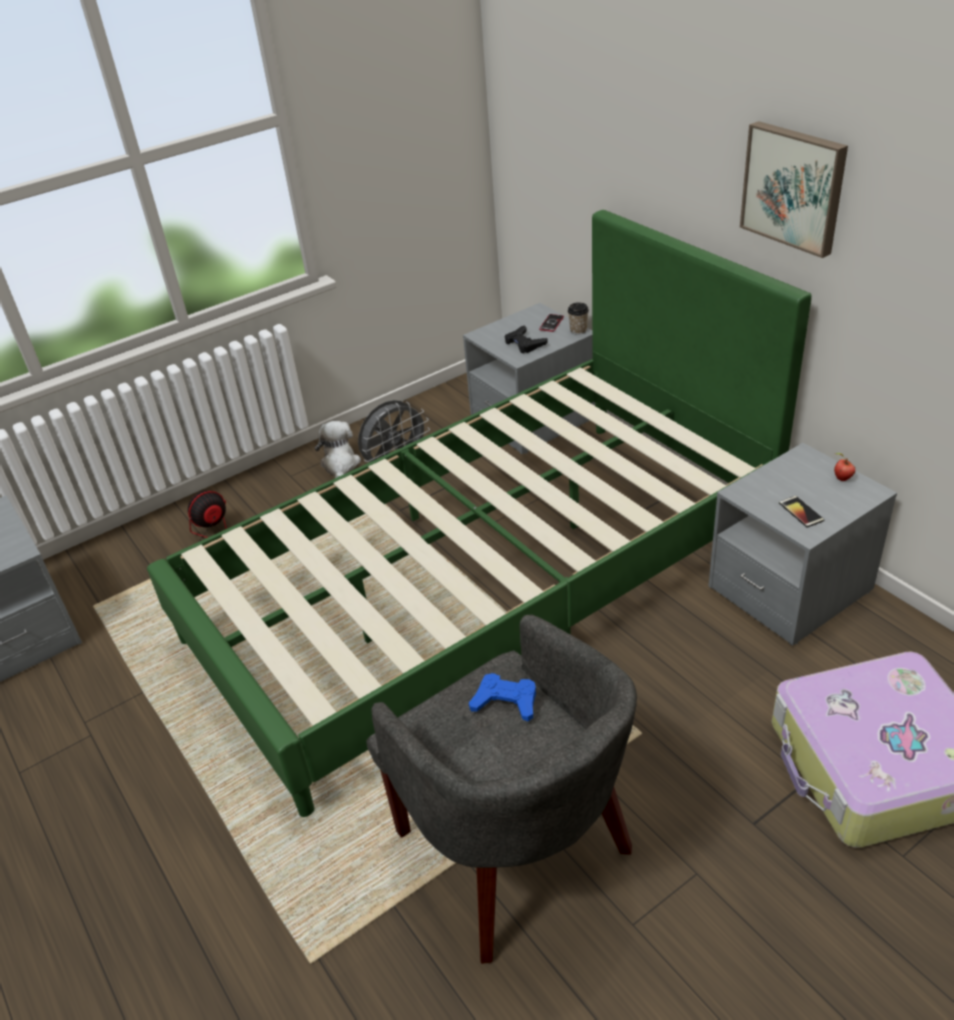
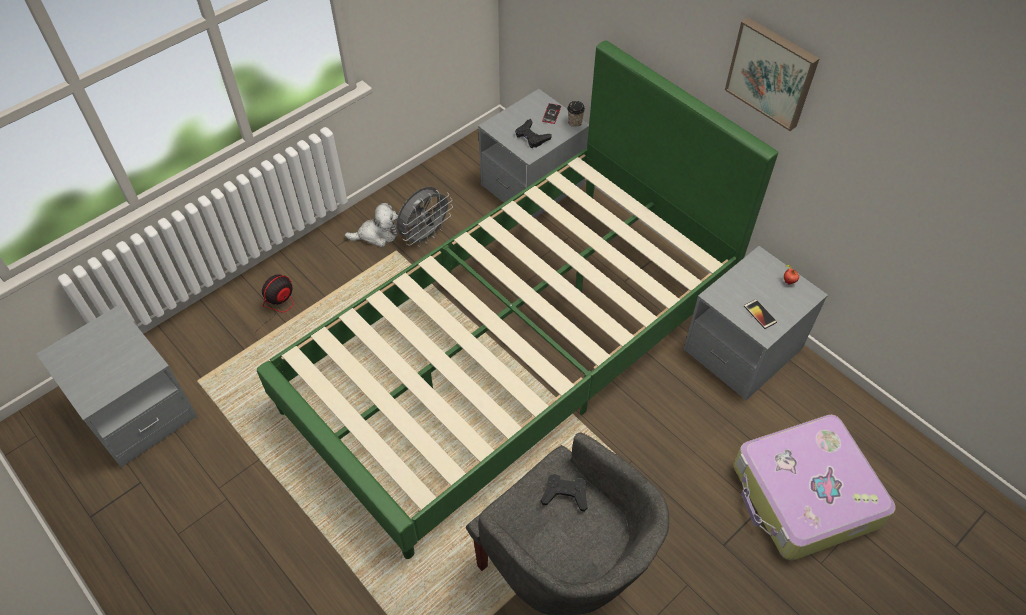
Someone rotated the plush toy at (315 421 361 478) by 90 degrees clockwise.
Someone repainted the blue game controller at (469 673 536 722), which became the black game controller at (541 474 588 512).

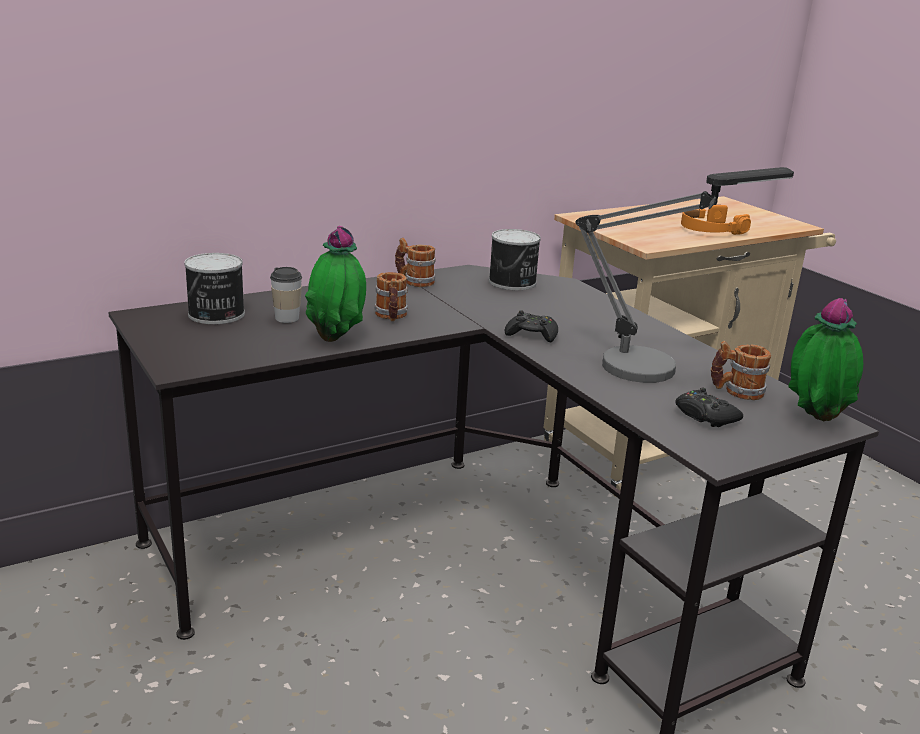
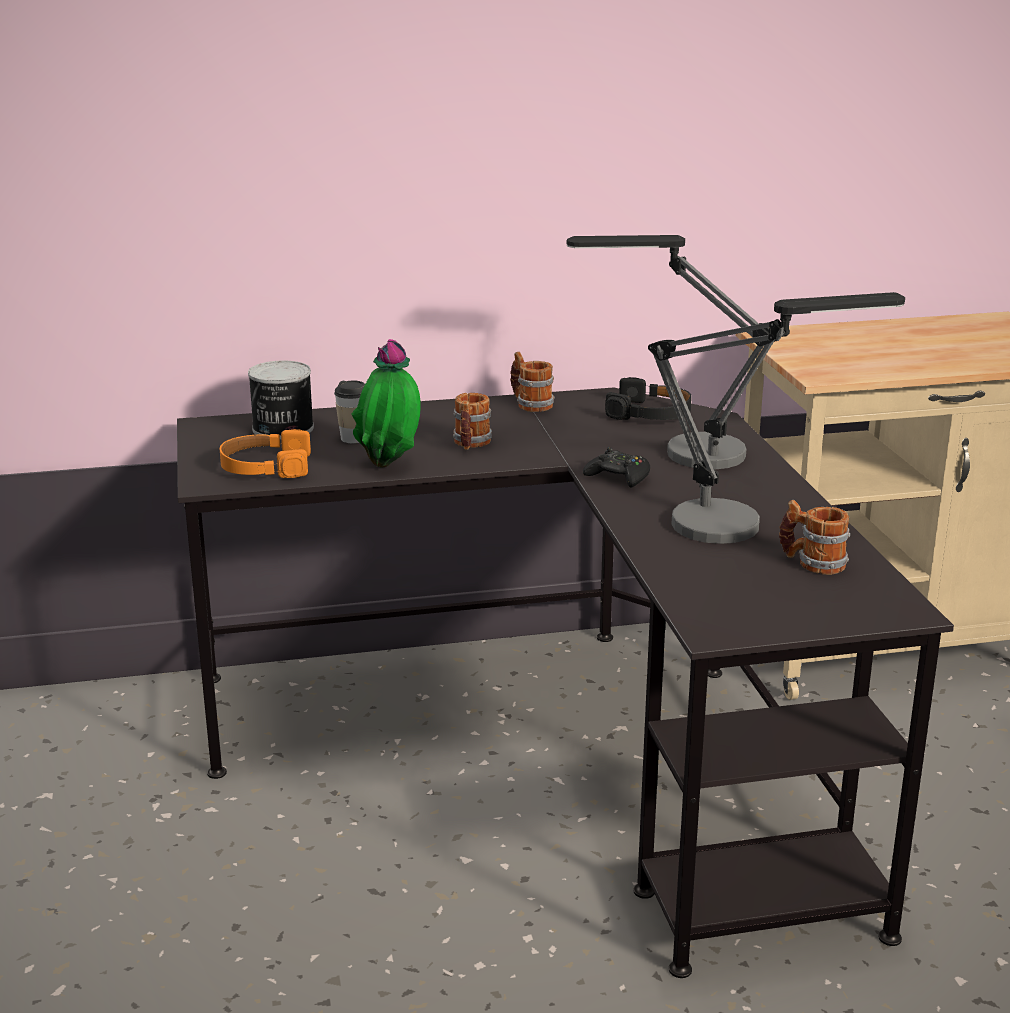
Someone carried the orange headphones from (681 205 751 235) to (220 429 311 478).
Someone swapped the can at (489 229 541 290) for the black headphones at (605 377 692 420).
Someone took away the potted plant at (789 298 863 421).
Someone took away the black game controller at (676 387 743 427).
Someone put down the table lamp at (567 235 776 469).

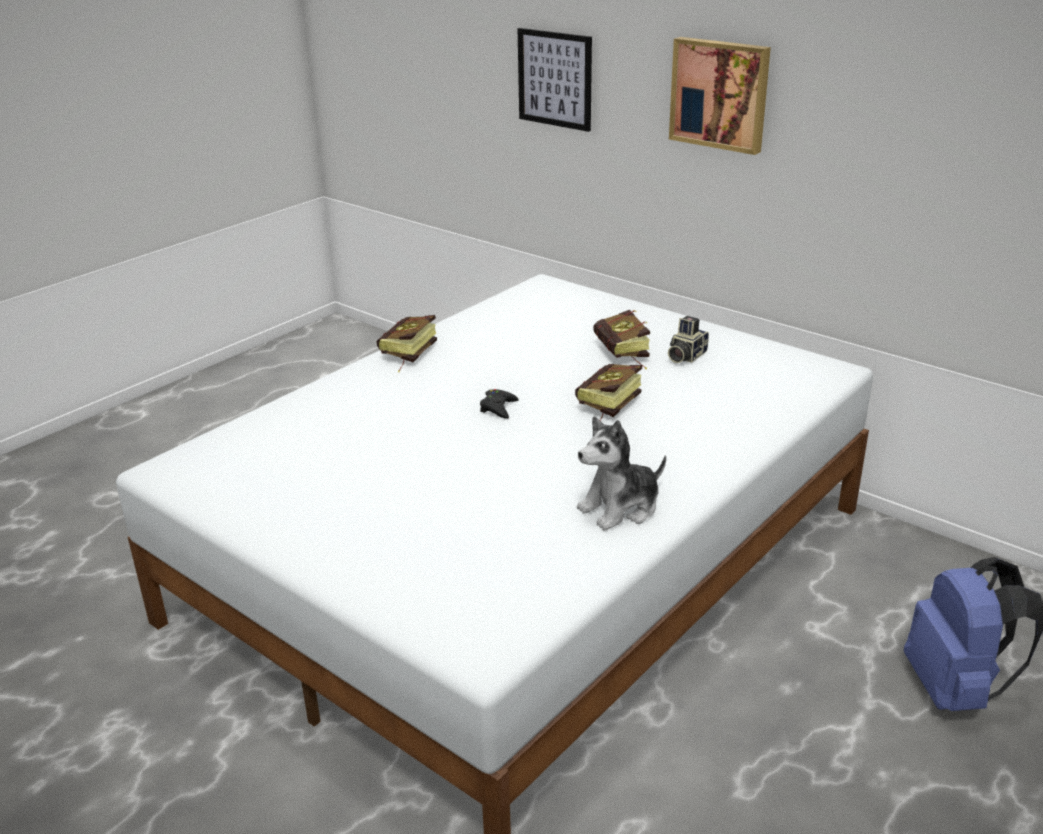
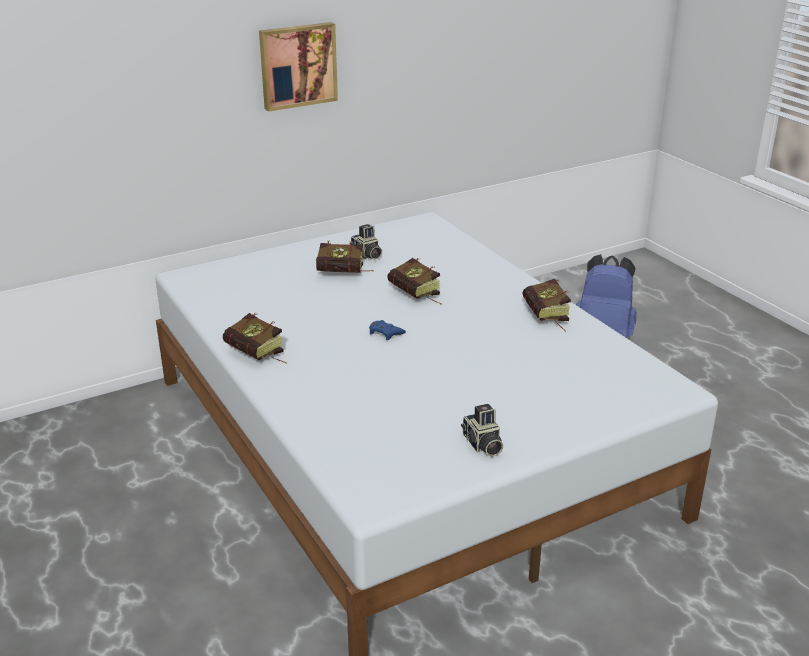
Someone took away the picture at (517 28 592 132).
Someone repainted the black game controller at (480 389 519 419), which became the blue game controller at (369 320 406 340).
Someone swapped the plush toy at (577 416 666 530) for the book at (523 279 571 332).
Someone put down the photo camera at (461 404 503 457).

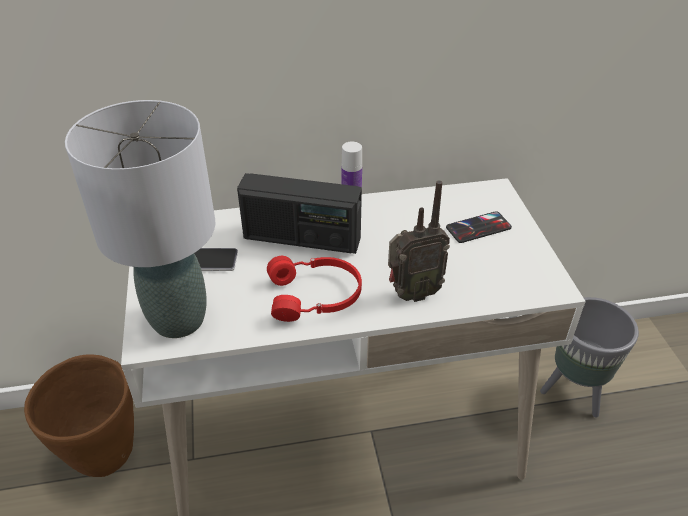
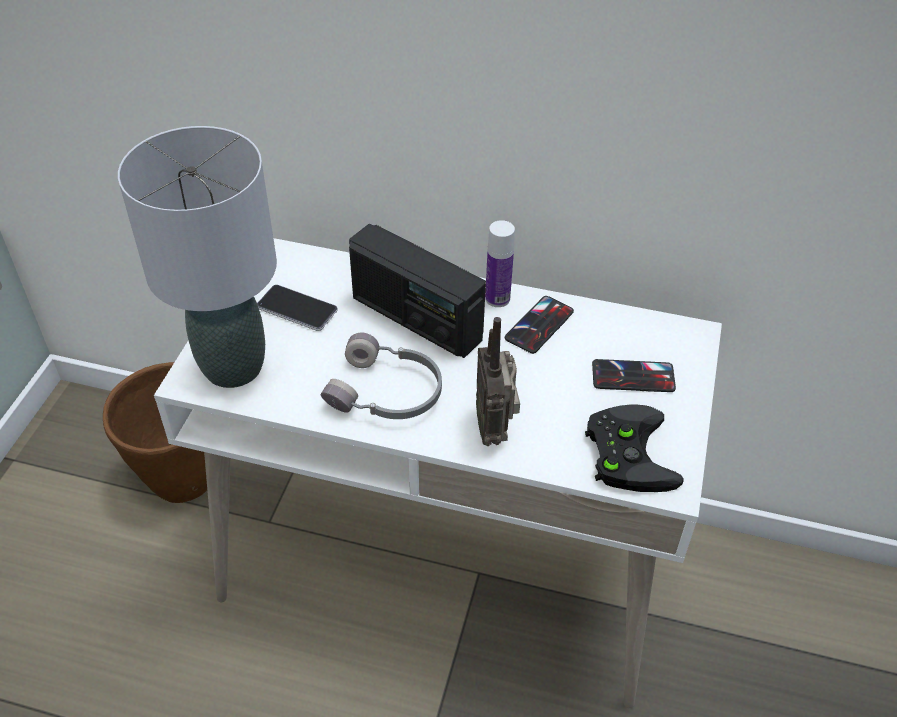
Someone rotated the radio at (388 181 450 302) by 75 degrees clockwise.
Someone repainted the red headphones at (267 256 362 322), which became the grey headphones at (321 333 442 419).
Someone took away the grey planter at (540 297 639 418).
Someone put down the phone at (505 296 574 354).
Someone put down the black game controller at (585 404 684 492).

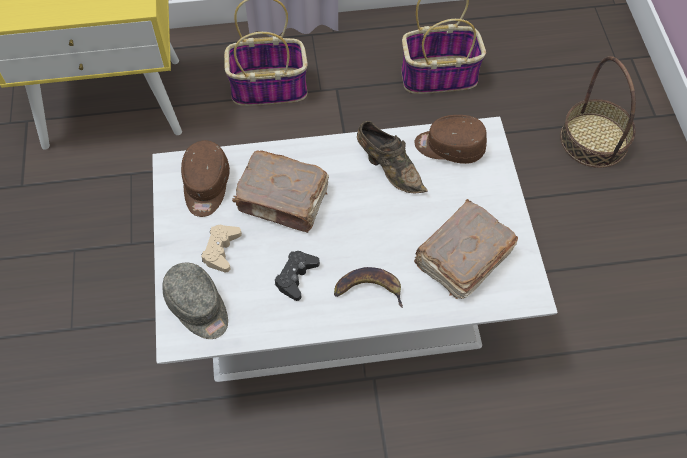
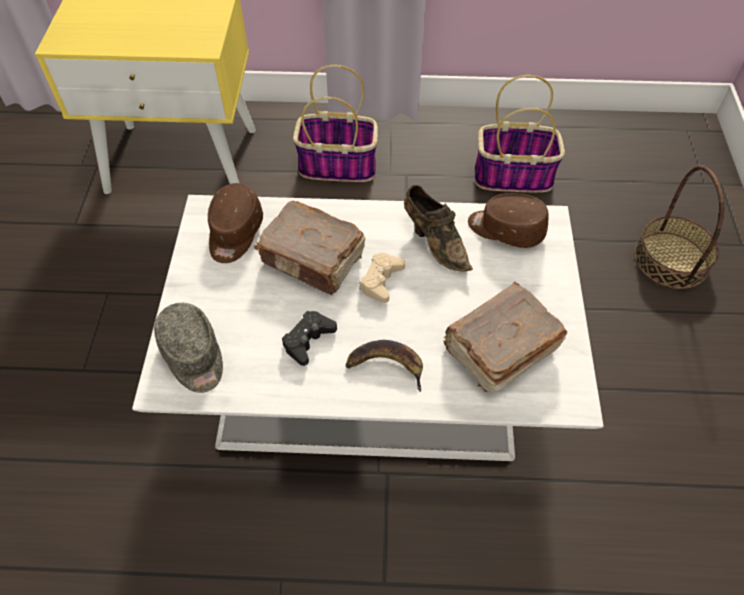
Someone carried the beige game controller from (201 225 242 272) to (359 253 405 303).

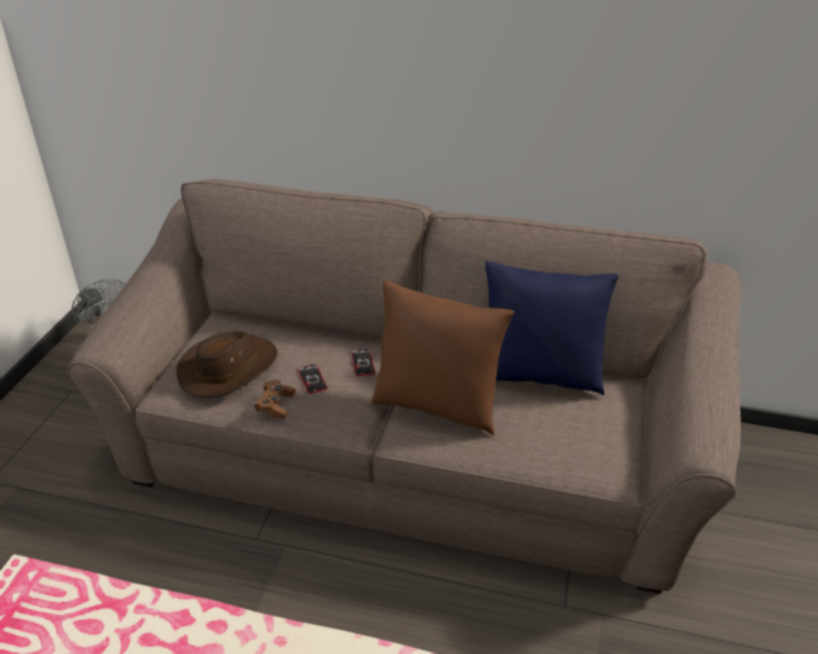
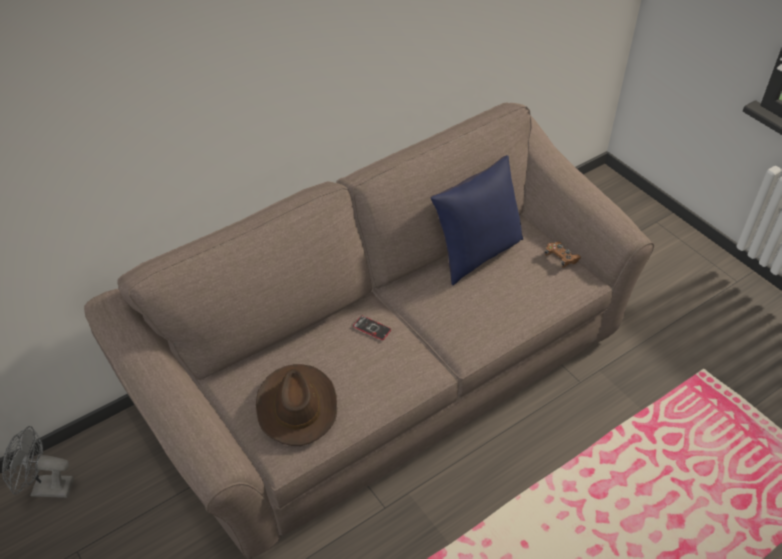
Someone took away the brown pillow at (371 280 514 436).
Someone took away the phone at (297 364 328 394).
Someone carried the brown game controller from (255 380 296 419) to (545 242 581 268).

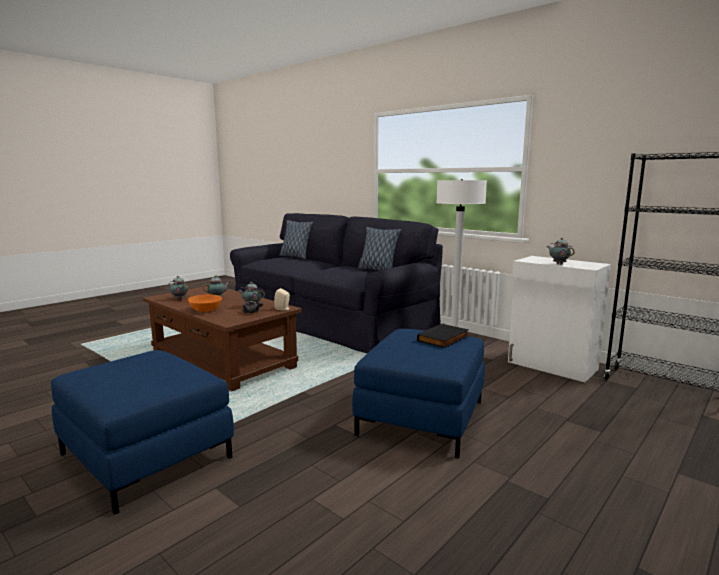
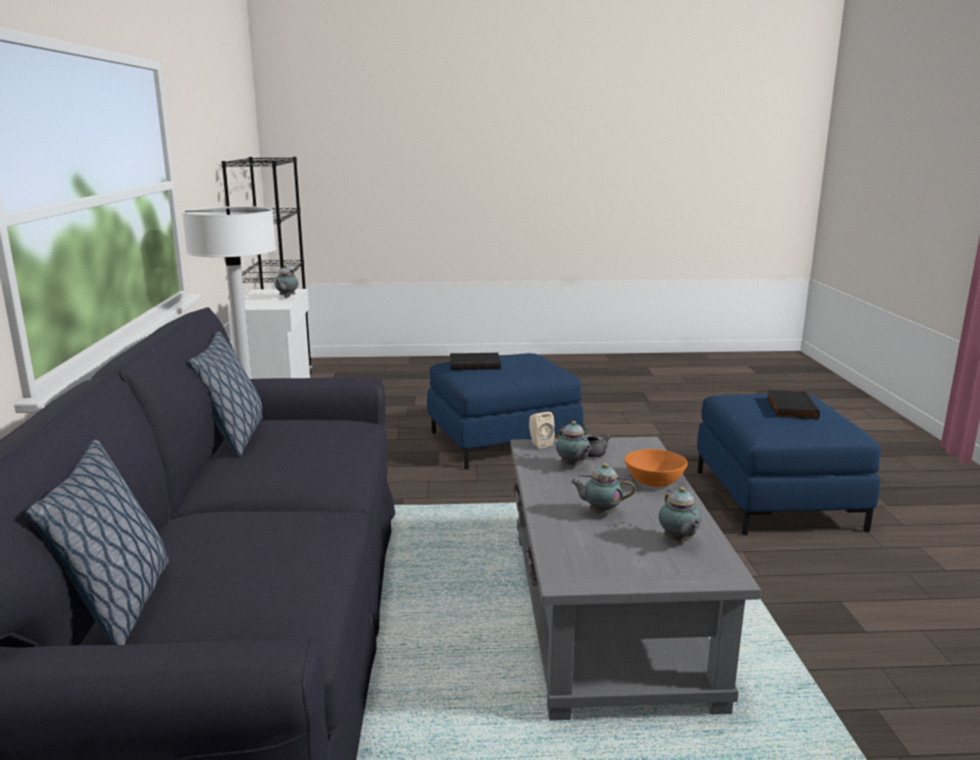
Someone repainted the brown coffee table at (143 286 302 391), which became the grey coffee table at (511 437 761 721).
Someone put down the black book at (766 390 820 420).

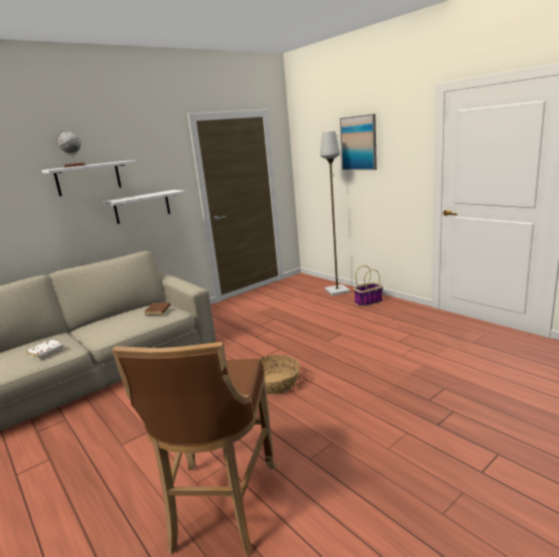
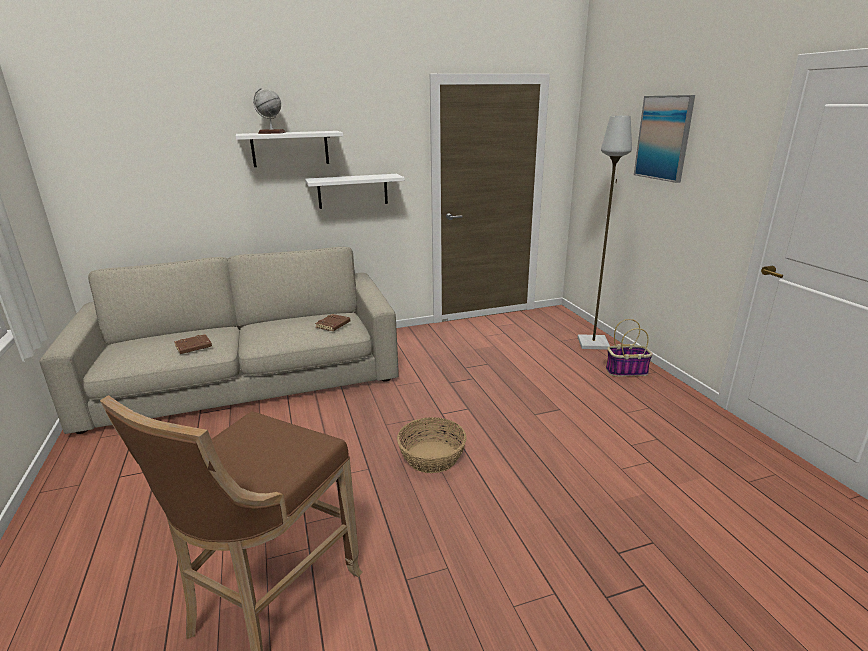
Someone repainted the white book at (26 339 64 358), which became the brown book at (174 334 212 354).

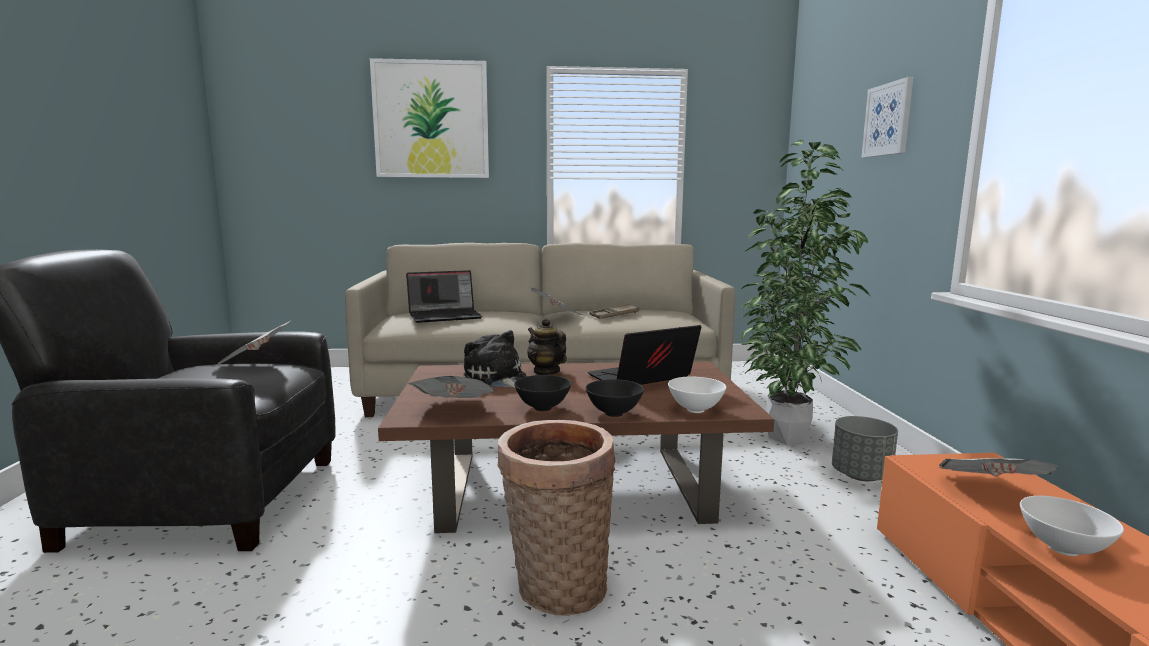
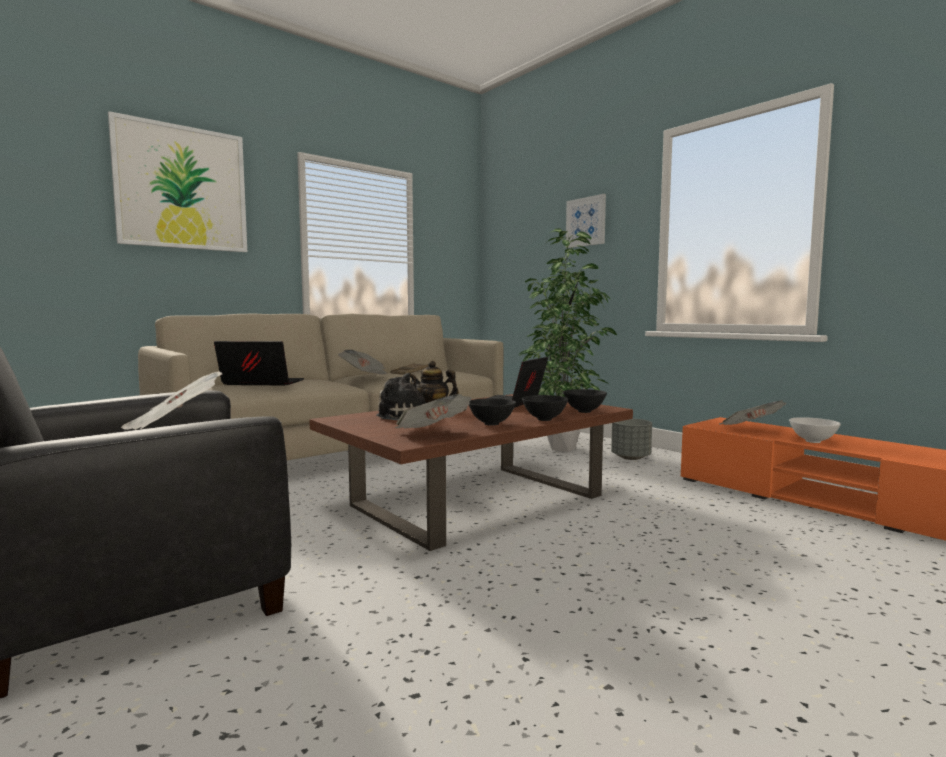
Someone rotated the laptop at (406 270 482 323) by 120 degrees counterclockwise.
Someone repainted the white bowl at (668 377 726 413), which became the black bowl at (564 389 607 413).
Someone took away the basket at (498 420 615 616).

